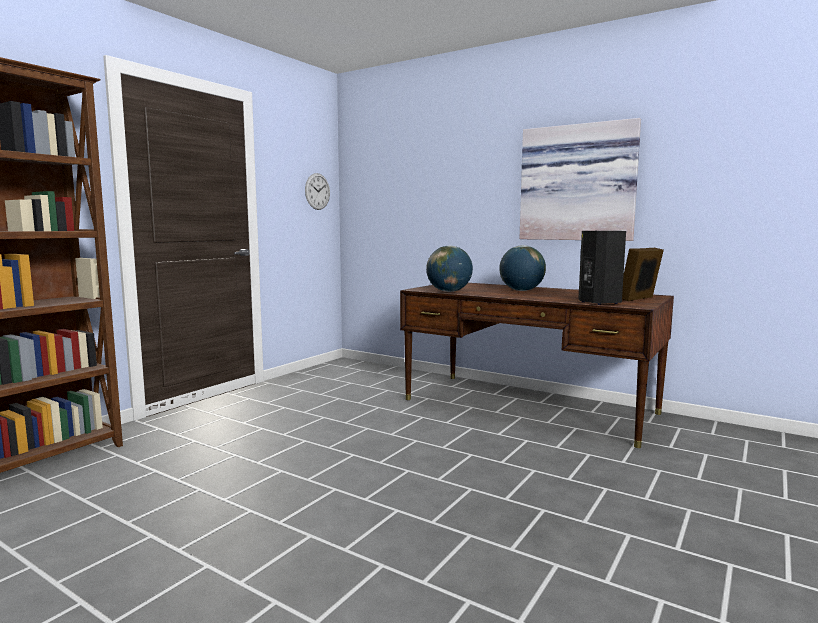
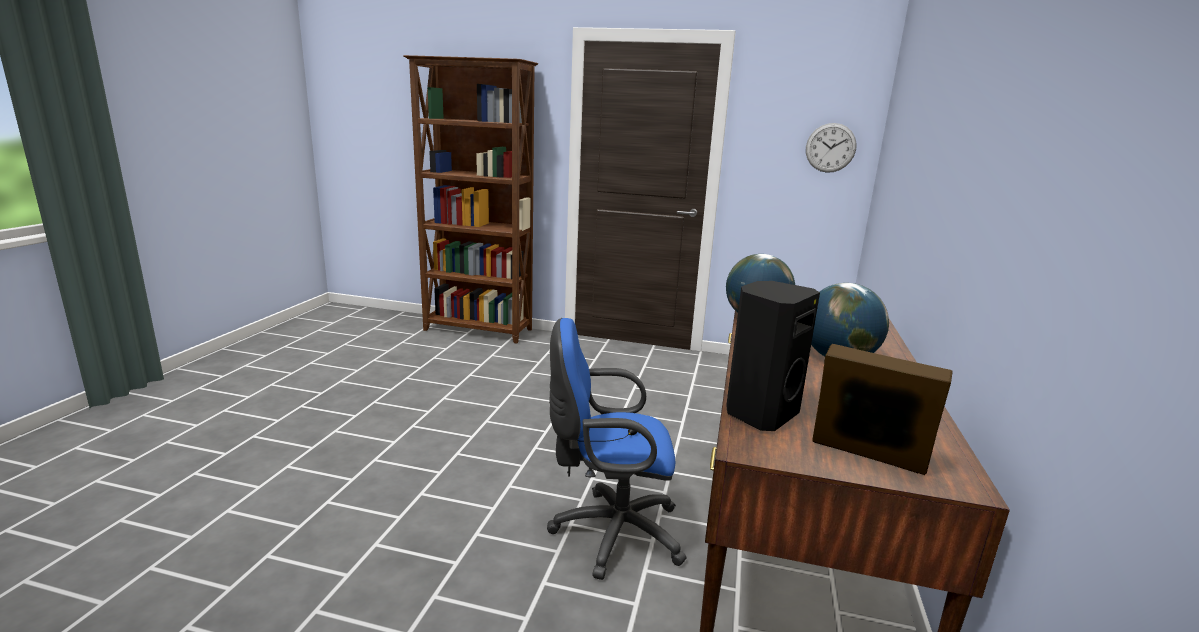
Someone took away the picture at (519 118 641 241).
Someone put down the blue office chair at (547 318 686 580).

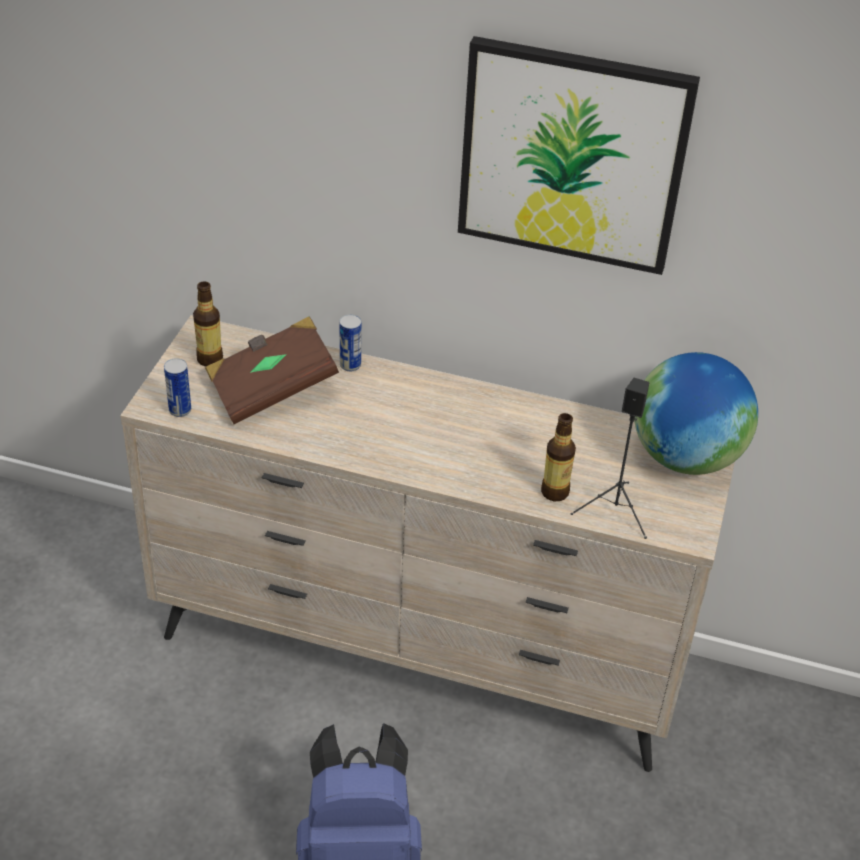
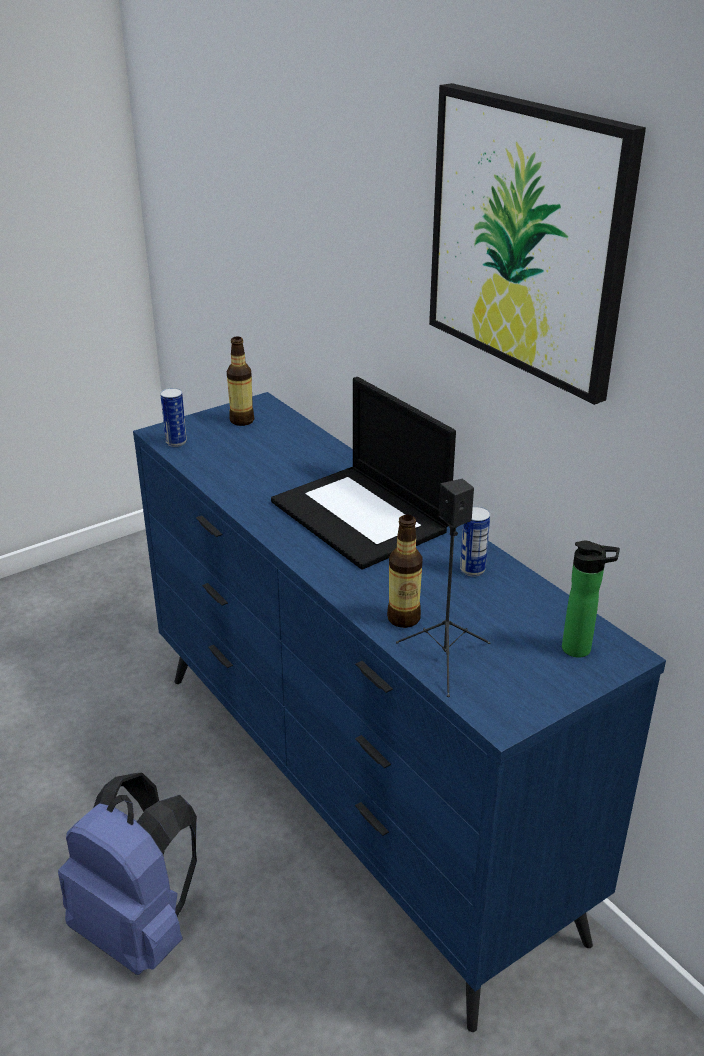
Someone repainted the beige dresser at (120 315 735 772), which became the blue dresser at (133 392 666 1032).
Someone carried the can from (340 315 362 371) to (460 506 490 577).
Someone took away the brown book at (205 317 339 424).
Someone swapped the globe at (634 352 758 475) for the bottle at (562 541 620 658).
Someone put down the laptop at (271 377 456 570).

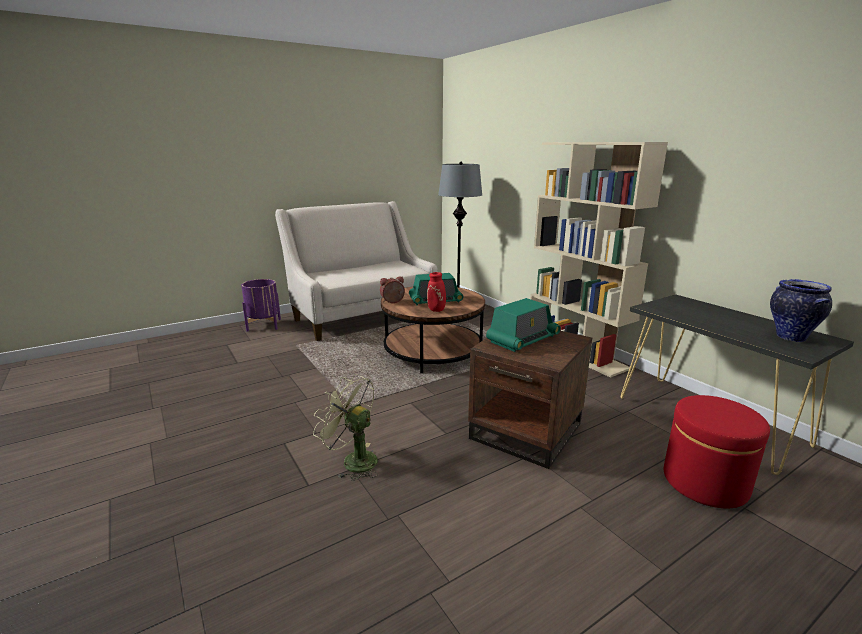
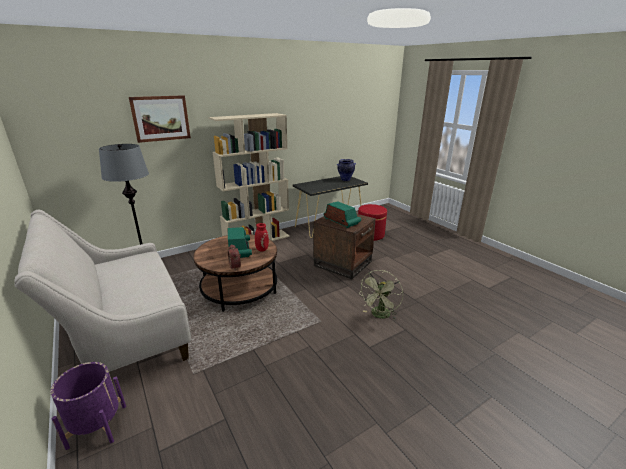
Someone put up the picture at (129 95 191 143).

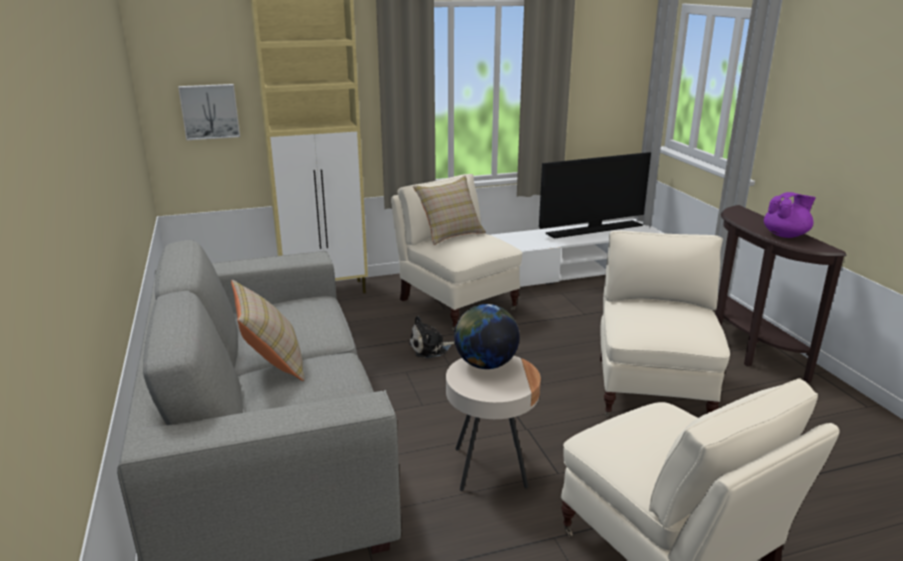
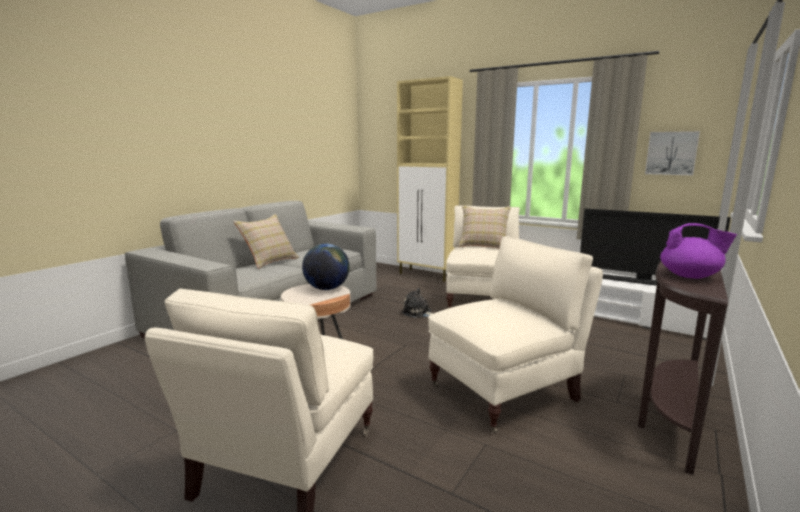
Someone carried the picture from (178 84 240 140) to (645 131 700 175).

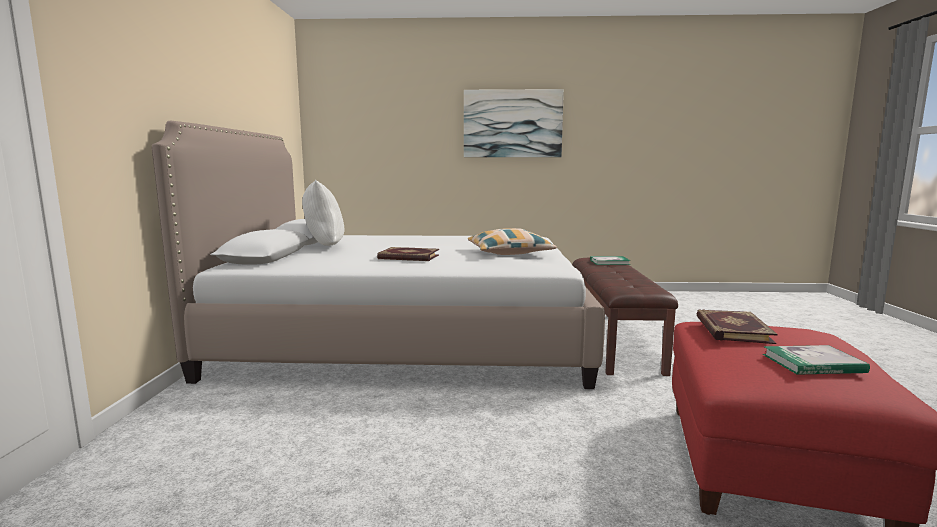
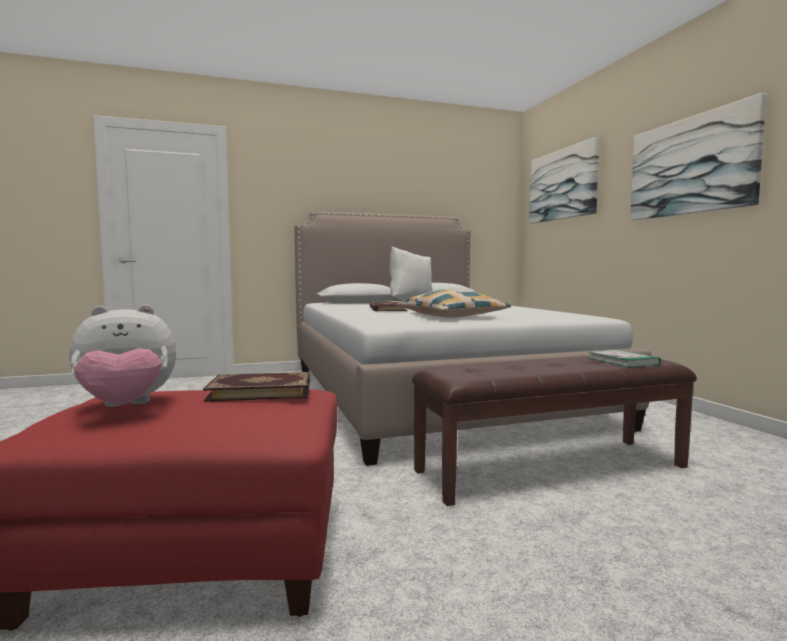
Someone swapped the book at (763 345 870 375) for the plush toy at (69 305 176 407).
Someone put up the picture at (529 137 600 224).

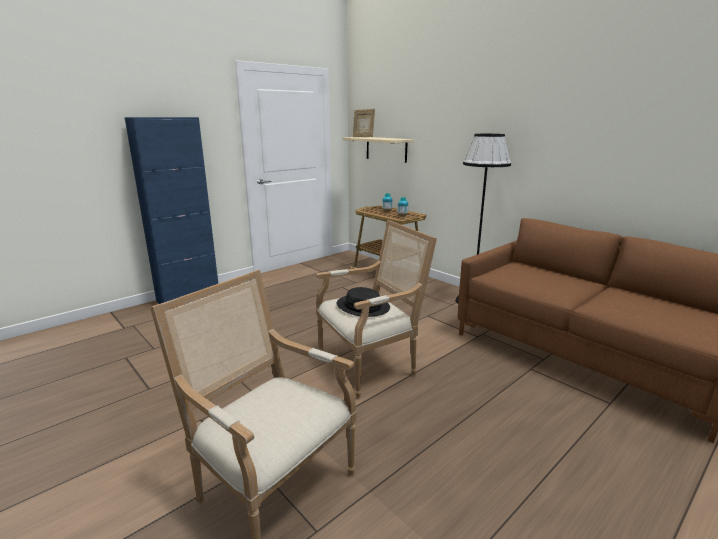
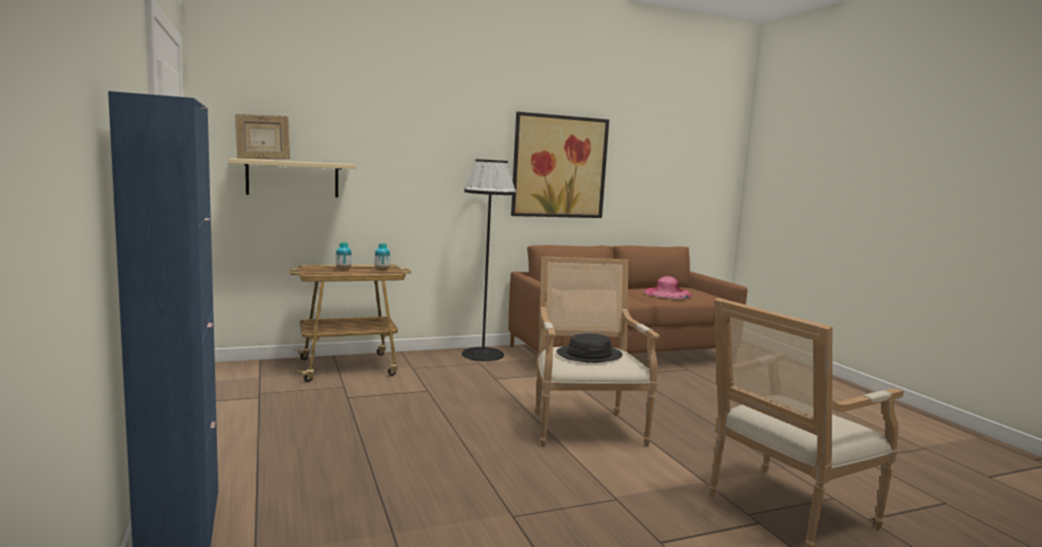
Someone put up the picture at (511 112 609 218).
Someone put down the pink hat at (644 276 692 299).

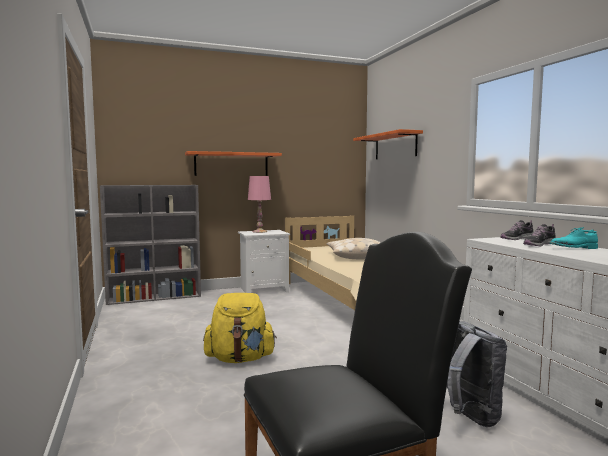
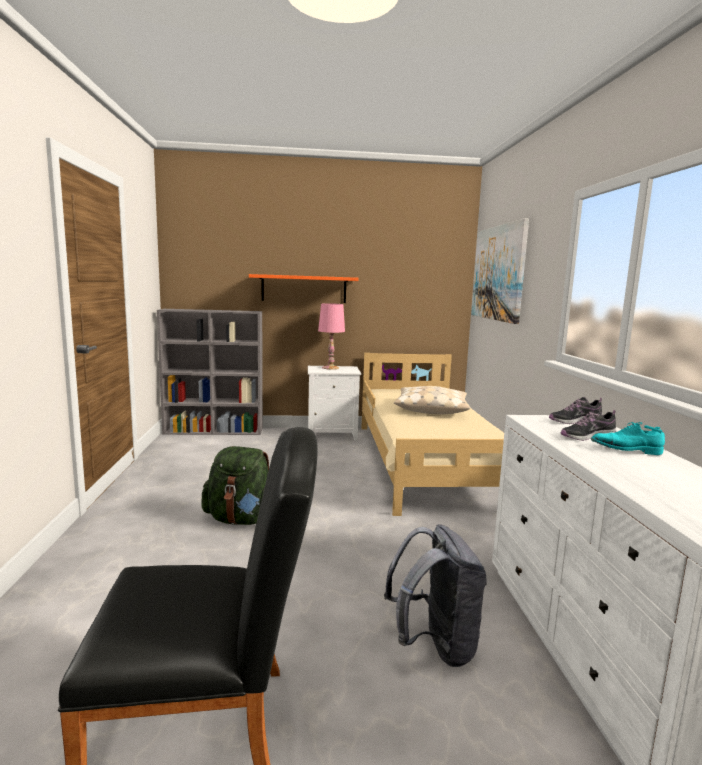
Someone swapped the orange shelf at (353 129 423 159) for the picture at (471 218 529 324).
Someone repainted the yellow backpack at (203 293 277 363), which became the green backpack at (201 446 269 525).

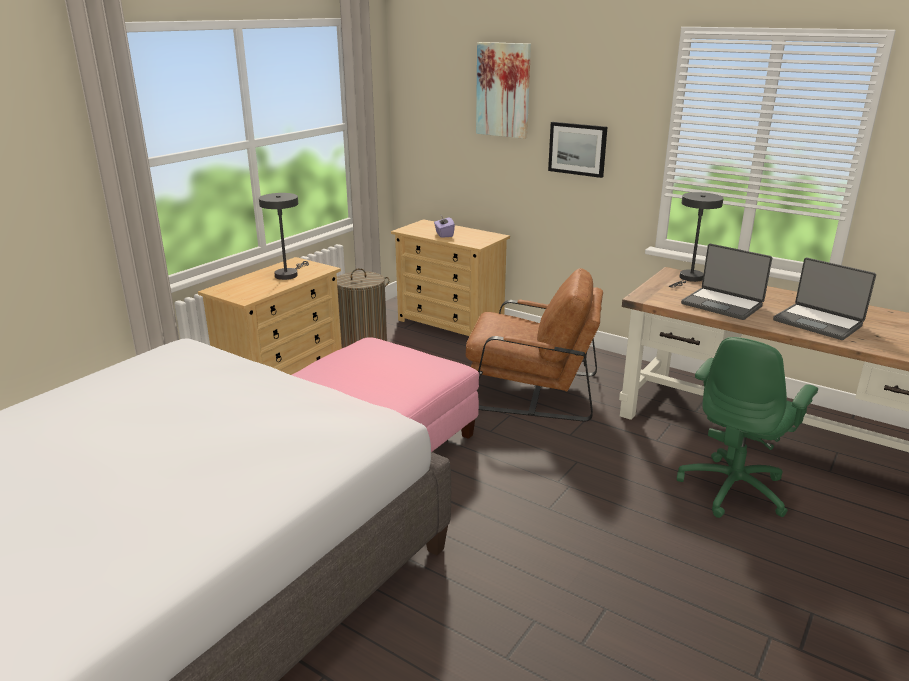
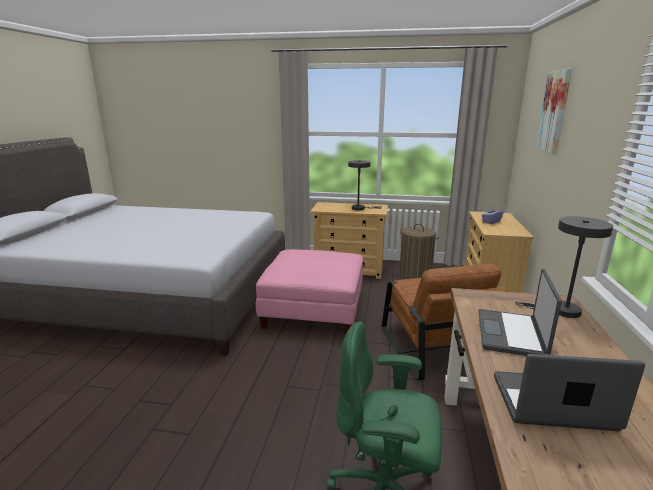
Someone took away the picture at (548 122 607 178).
Someone rotated the laptop at (773 258 876 340) by 75 degrees clockwise.

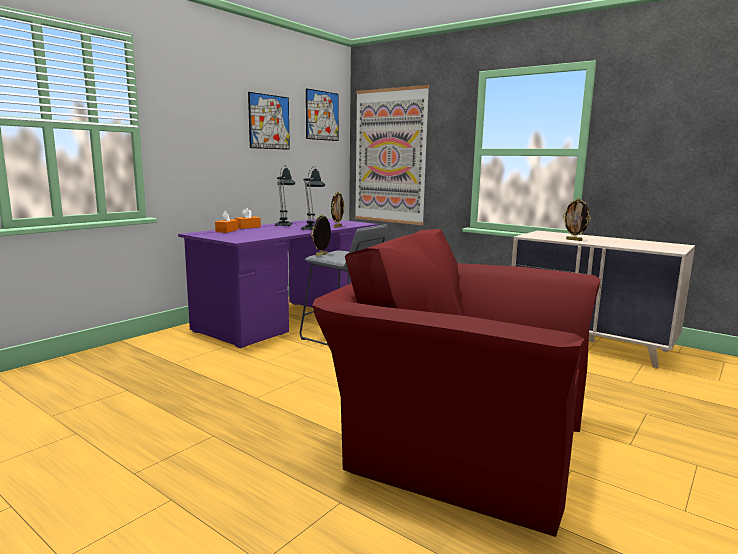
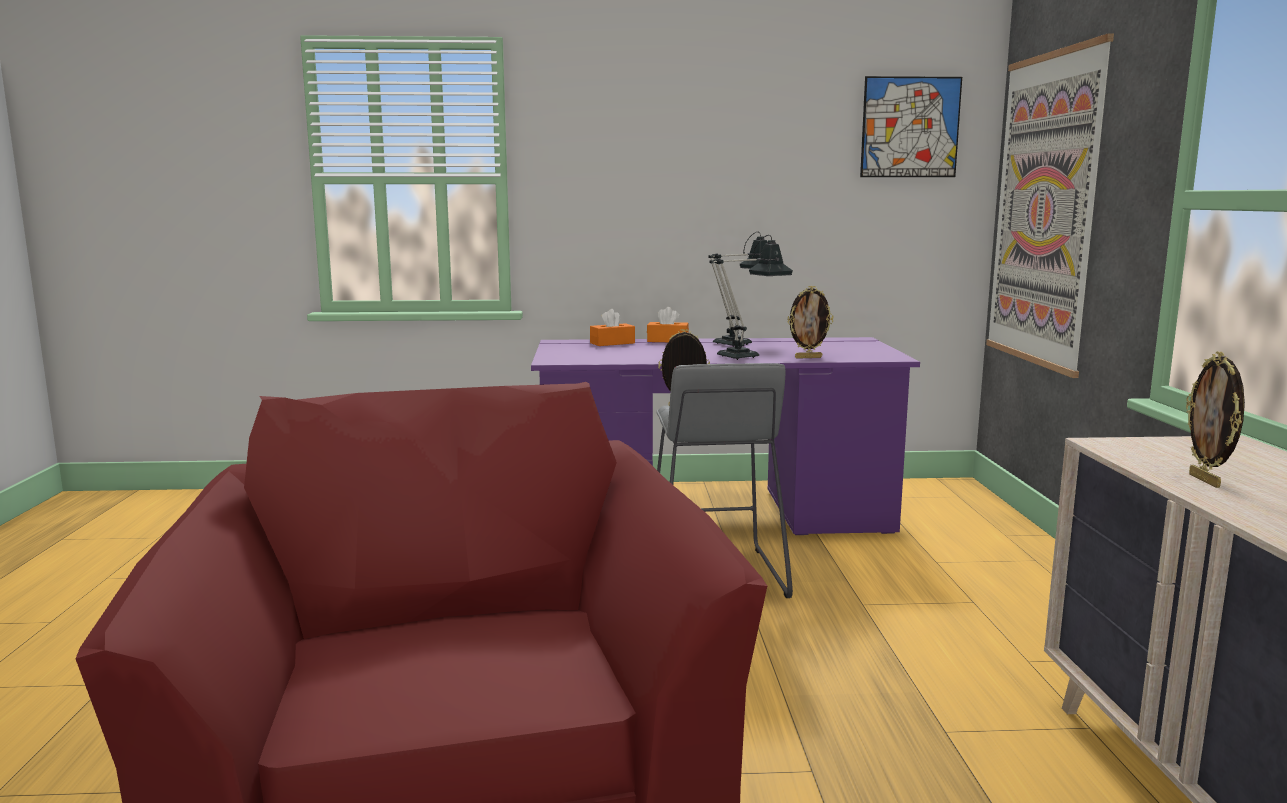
Someone took away the picture at (248 92 290 150).

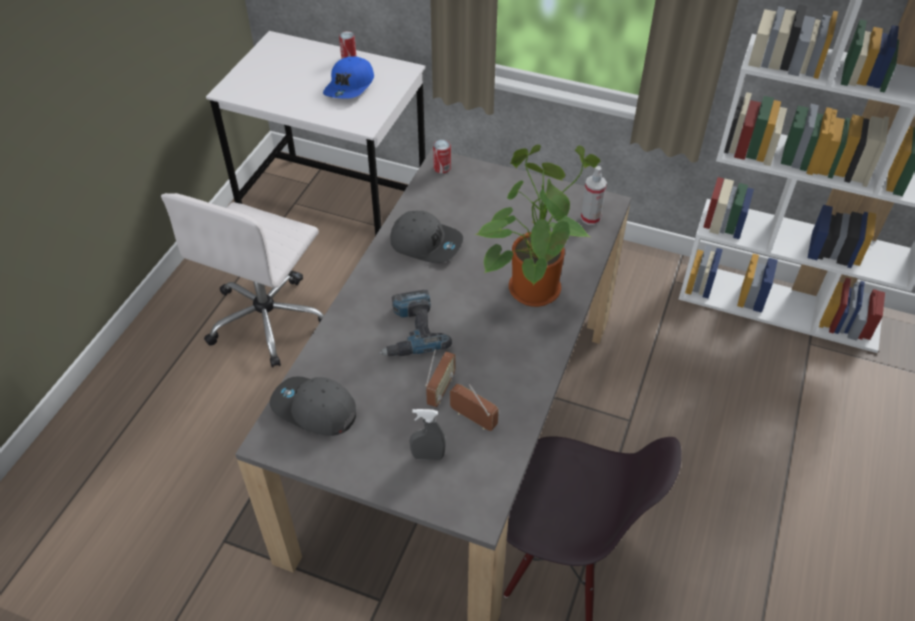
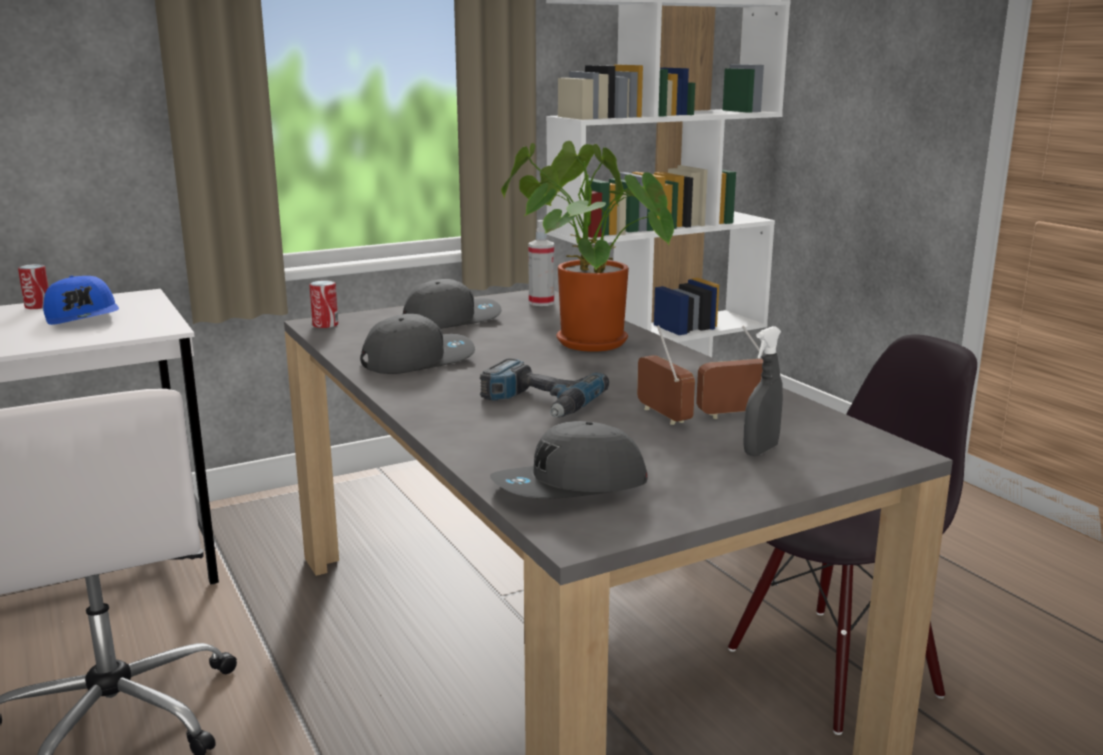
Someone put down the grey cap at (403 279 502 329).

